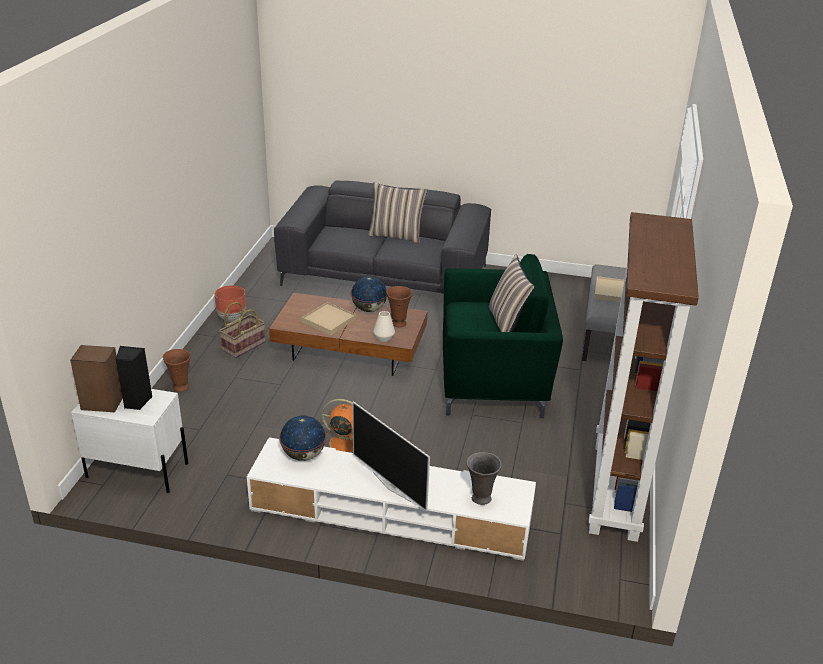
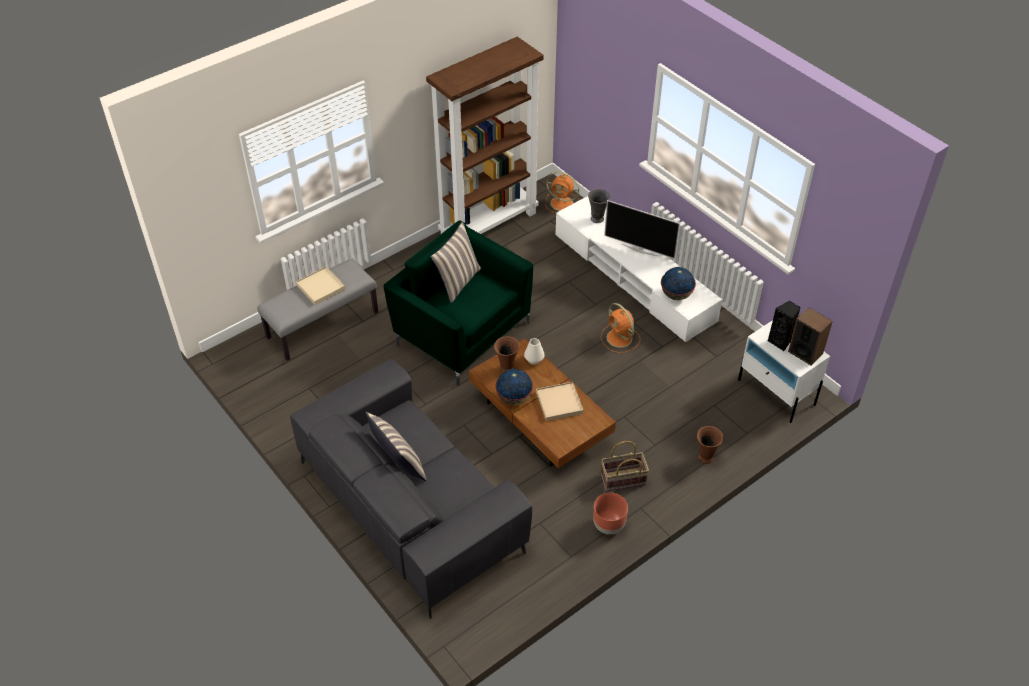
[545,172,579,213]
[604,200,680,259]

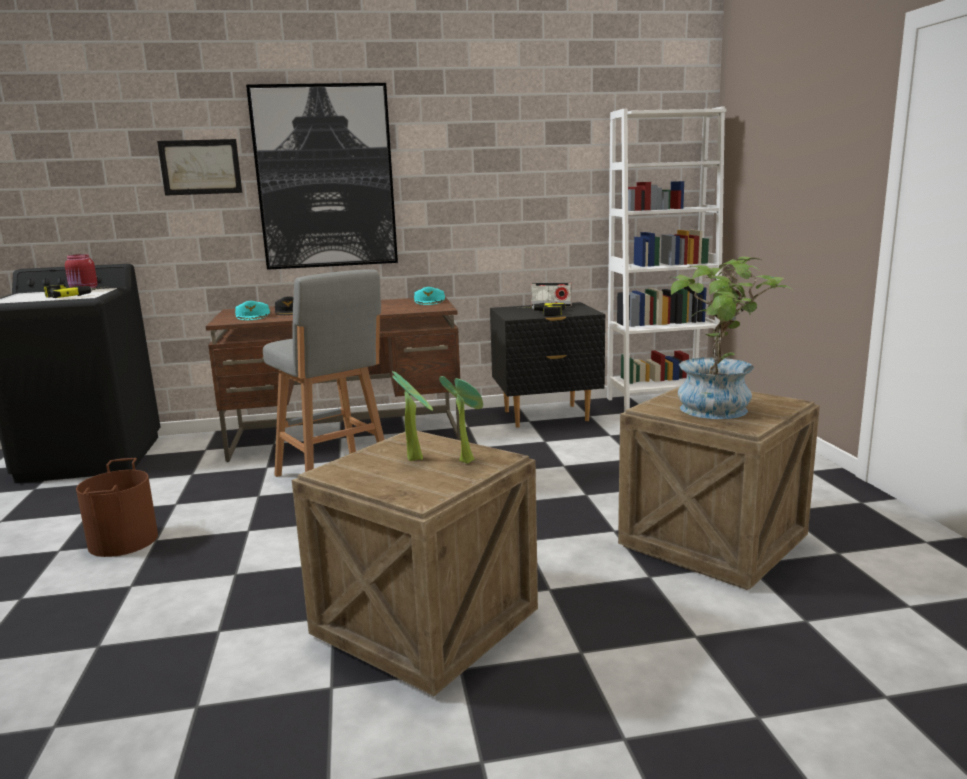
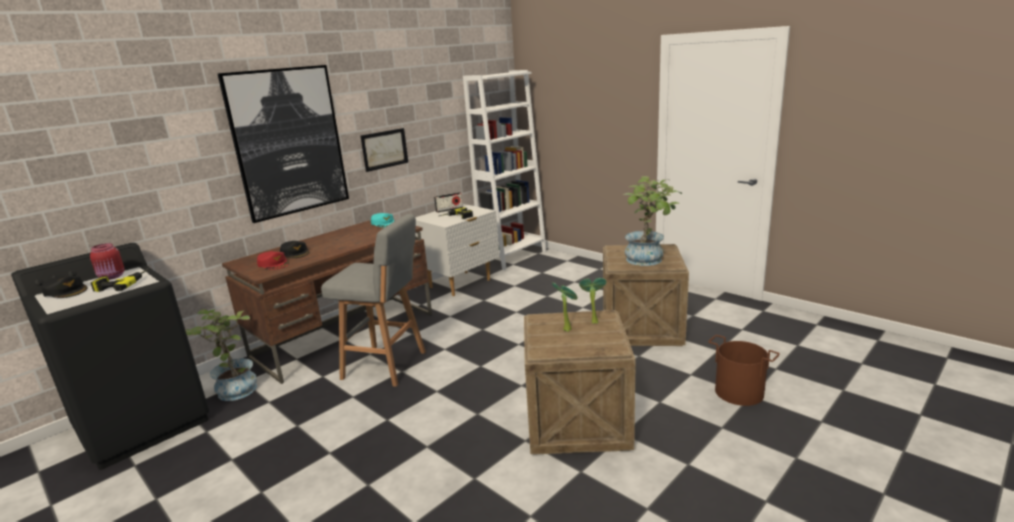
[42,276,87,298]
[185,309,257,401]
[708,335,780,406]
[361,128,408,172]
[257,251,289,269]
[415,204,499,296]

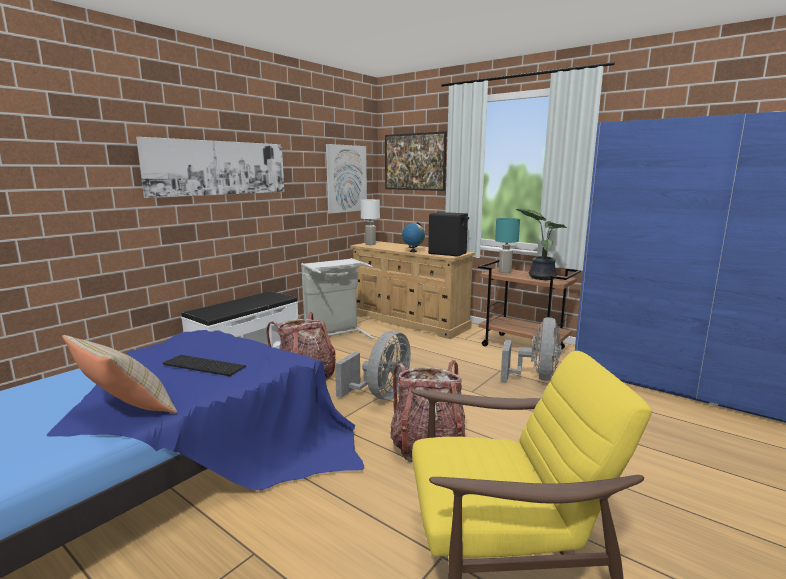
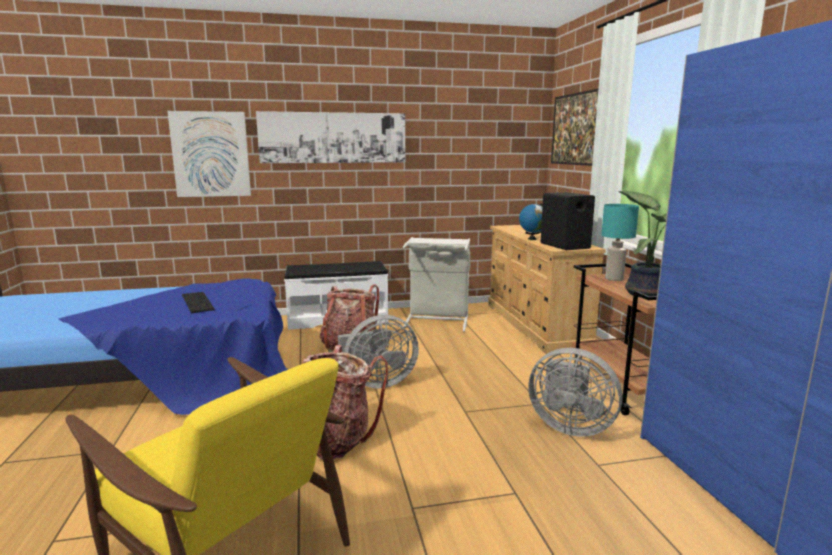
[62,335,178,413] (first image)
[360,199,380,245] (first image)
[167,111,251,197]
[528,348,622,437]

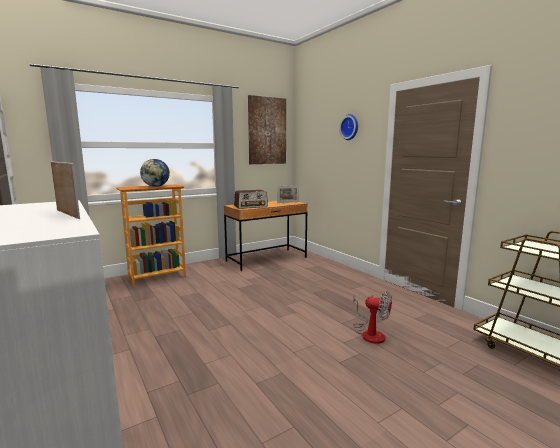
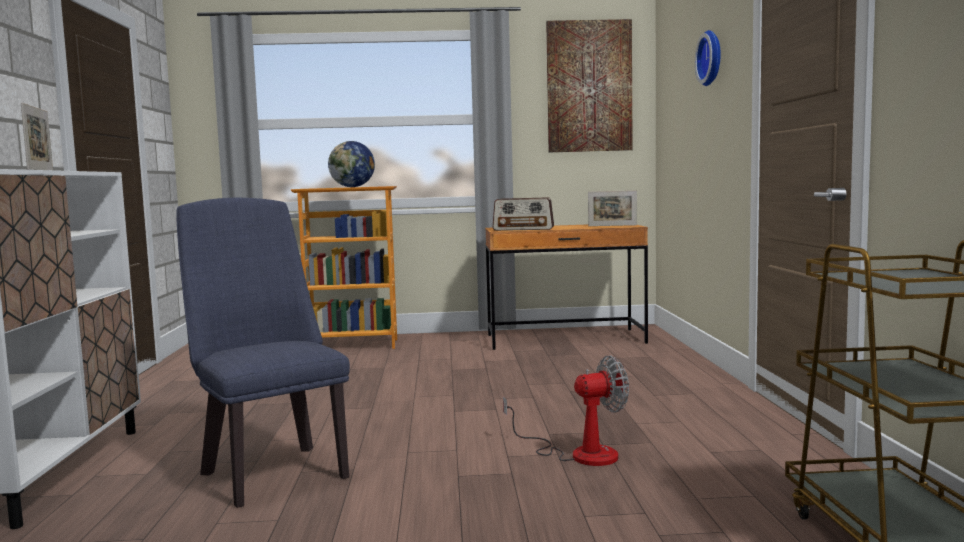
[176,198,350,508]
[503,355,629,466]

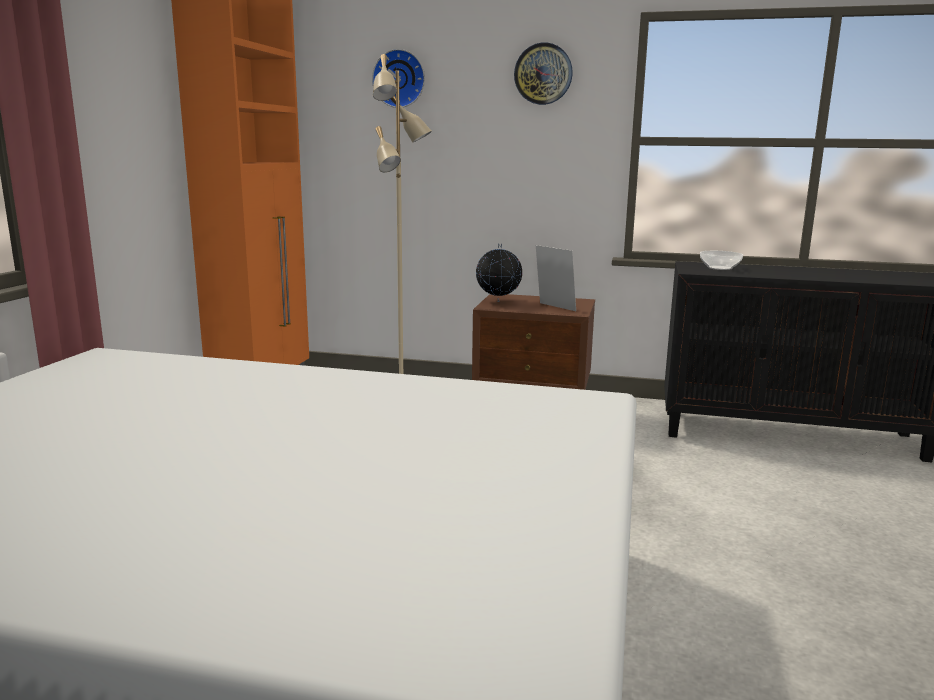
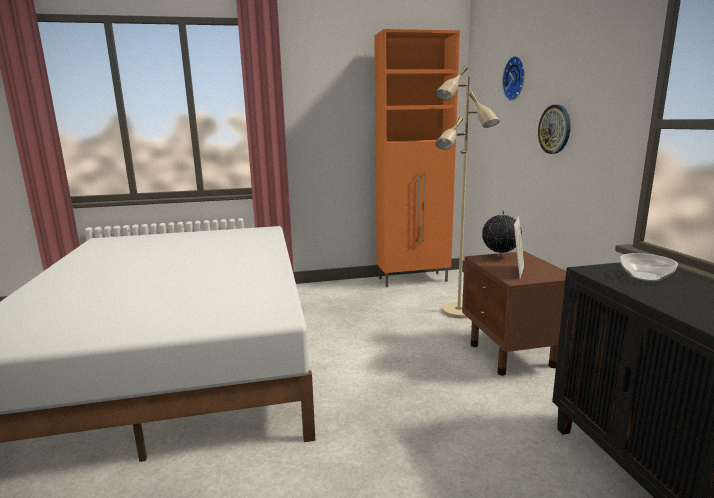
[538,105,571,154]

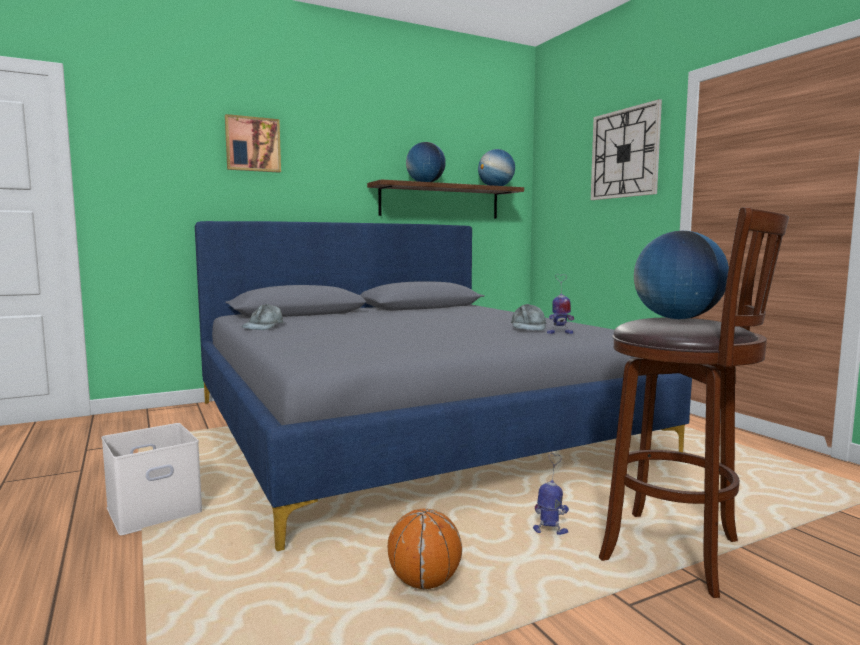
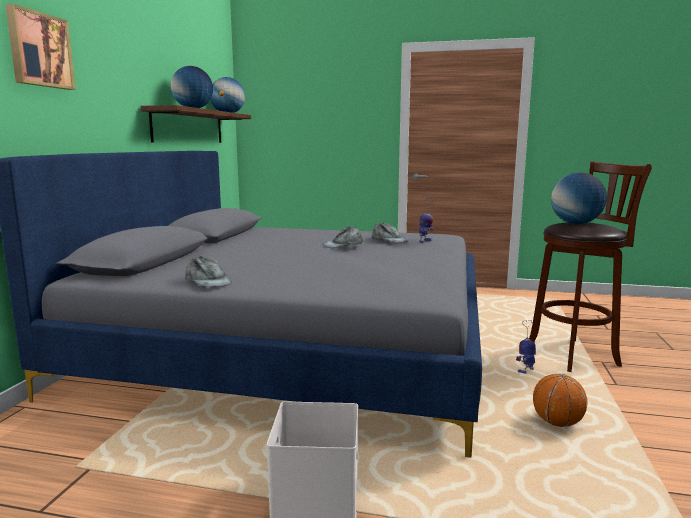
[591,99,662,200] (first image)
[323,226,363,248]

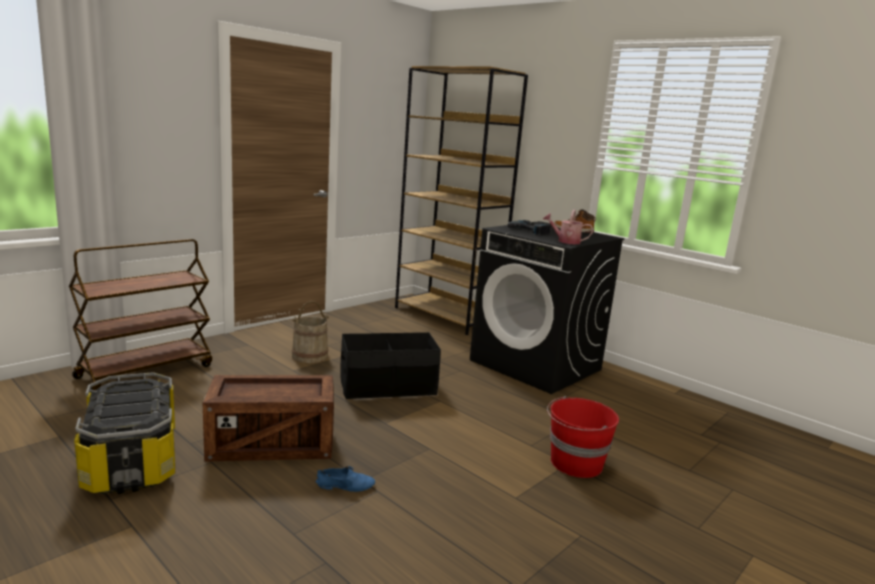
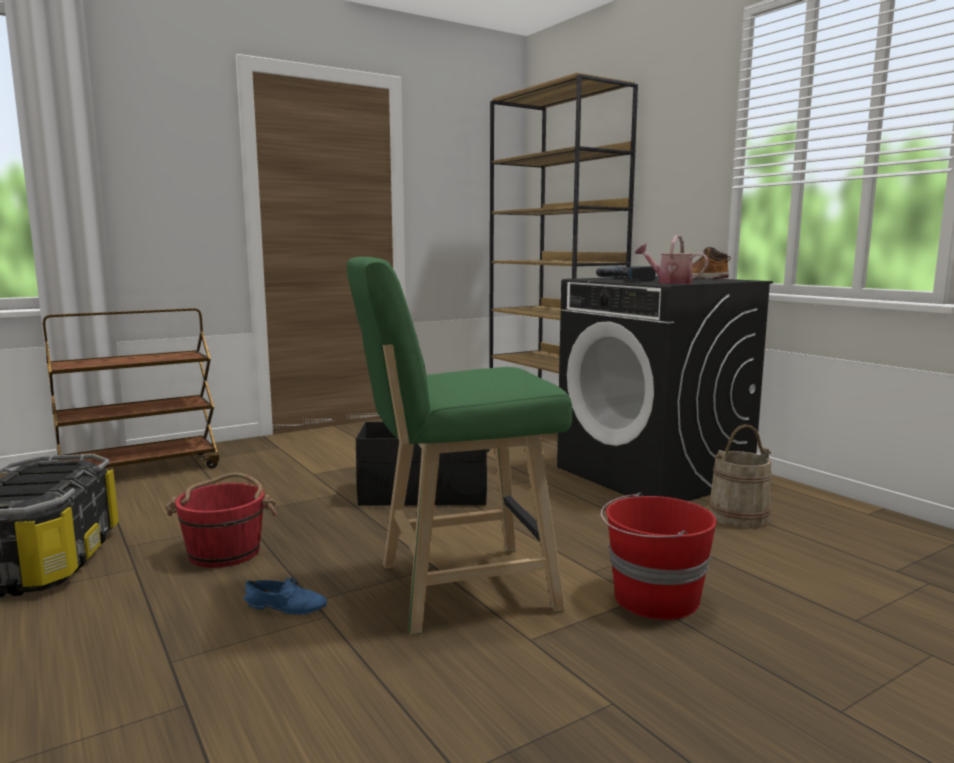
[347,257,573,635]
[708,424,772,529]
[166,473,277,568]

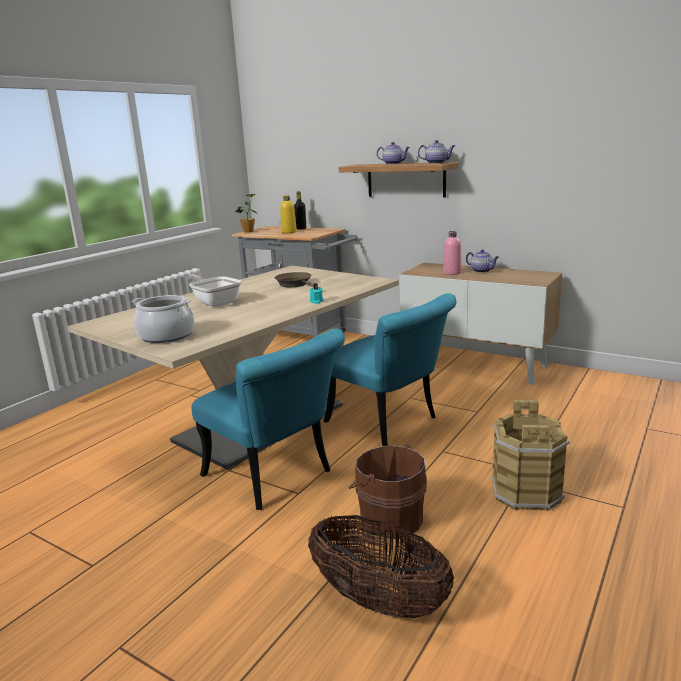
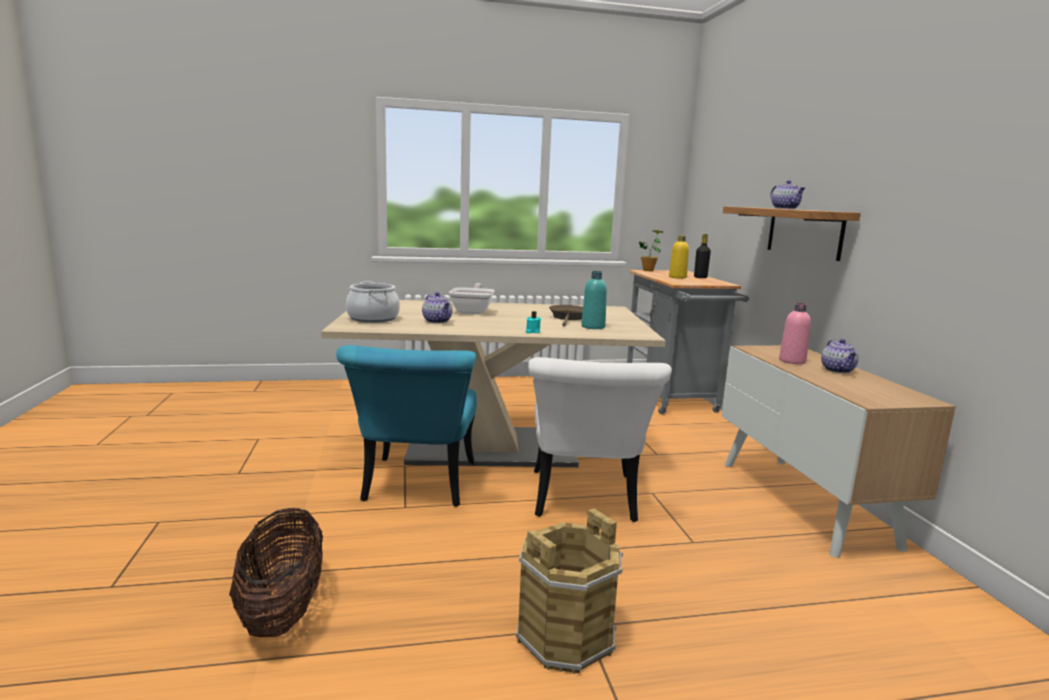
[349,444,427,539] (first image)
[581,271,607,329]
[422,292,453,323]
[528,357,672,522]

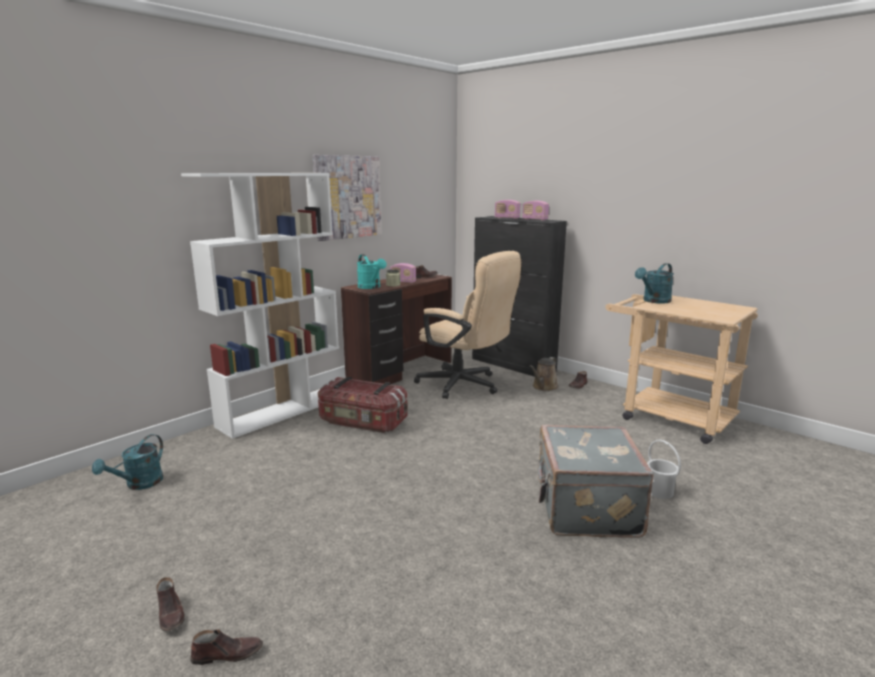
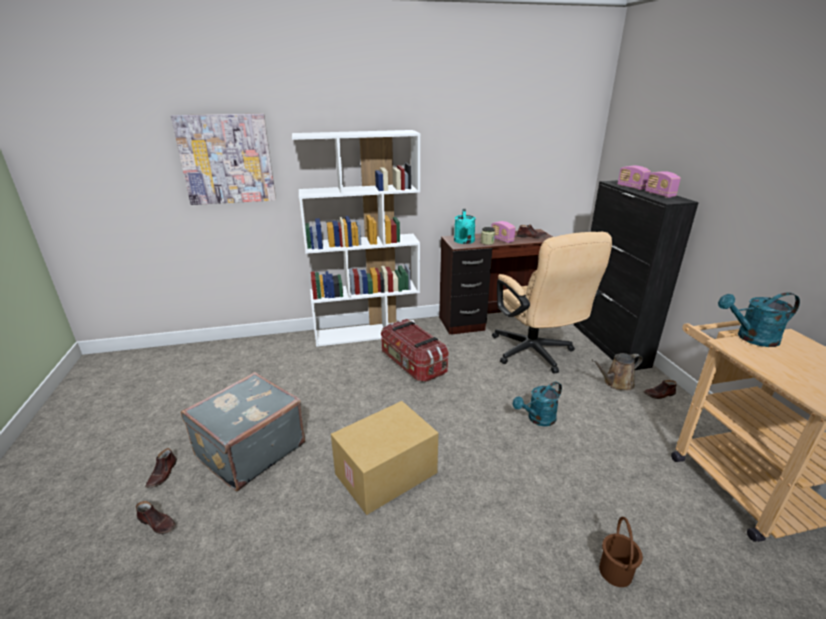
[331,401,438,515]
[513,382,562,426]
[171,114,276,205]
[181,372,305,491]
[599,517,643,587]

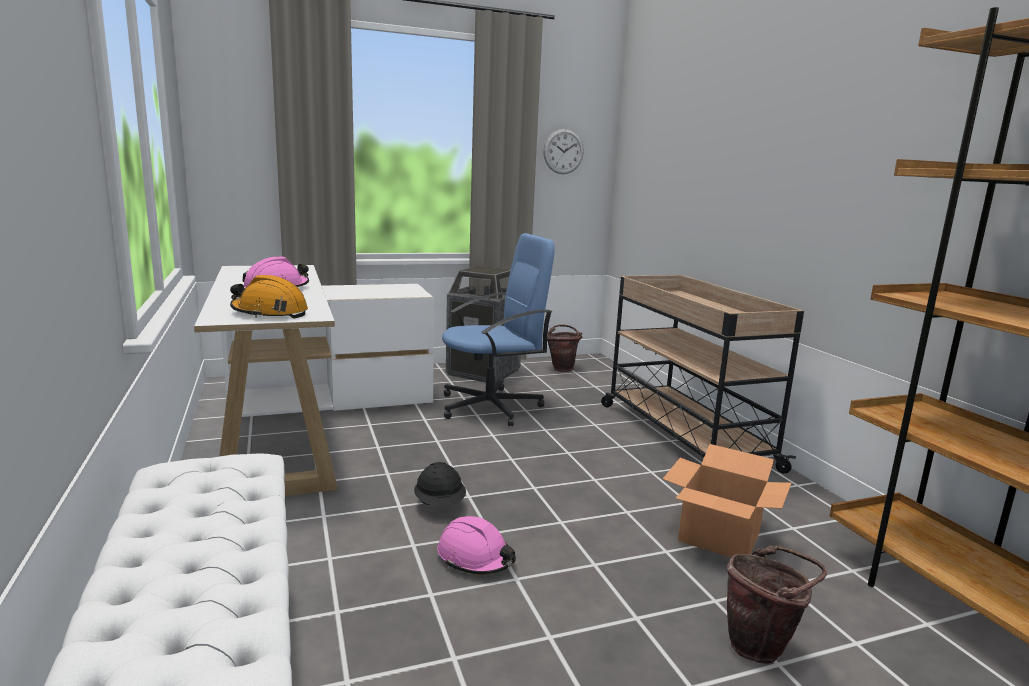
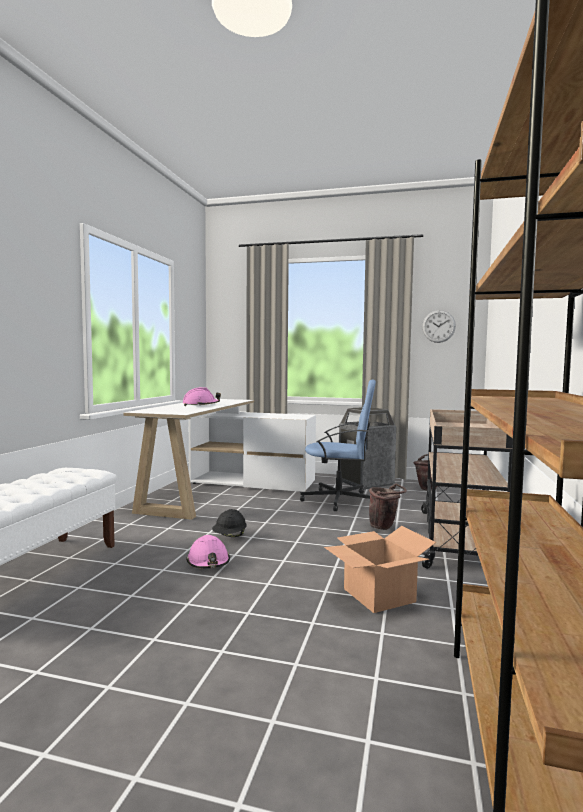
[230,275,308,319] (first image)
[369,484,407,530]

